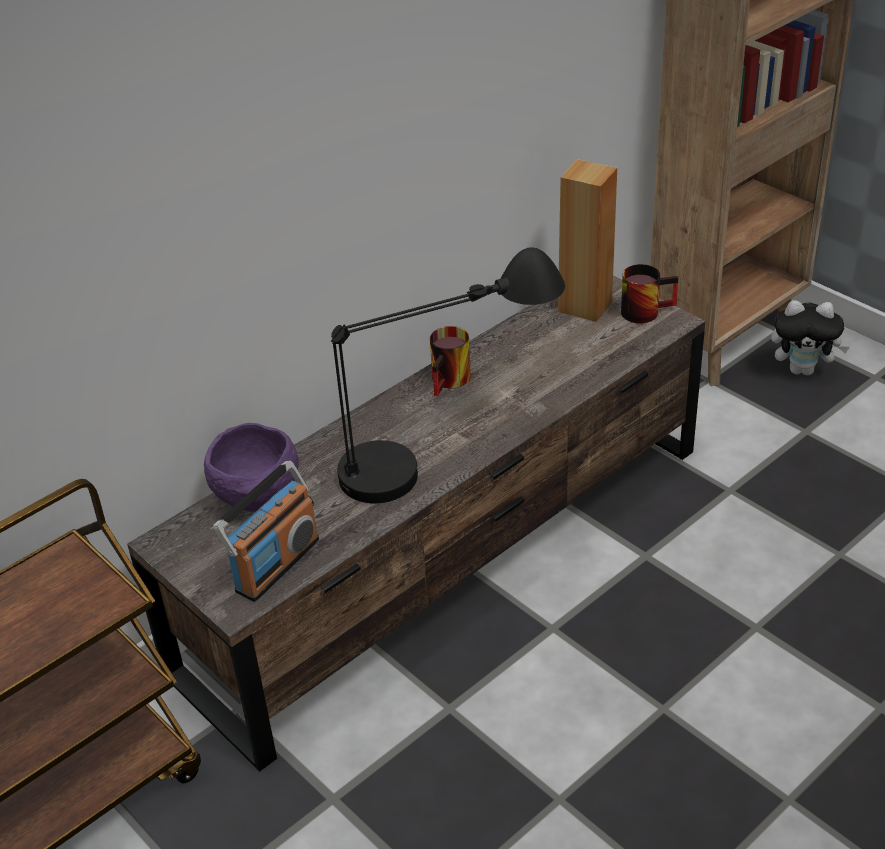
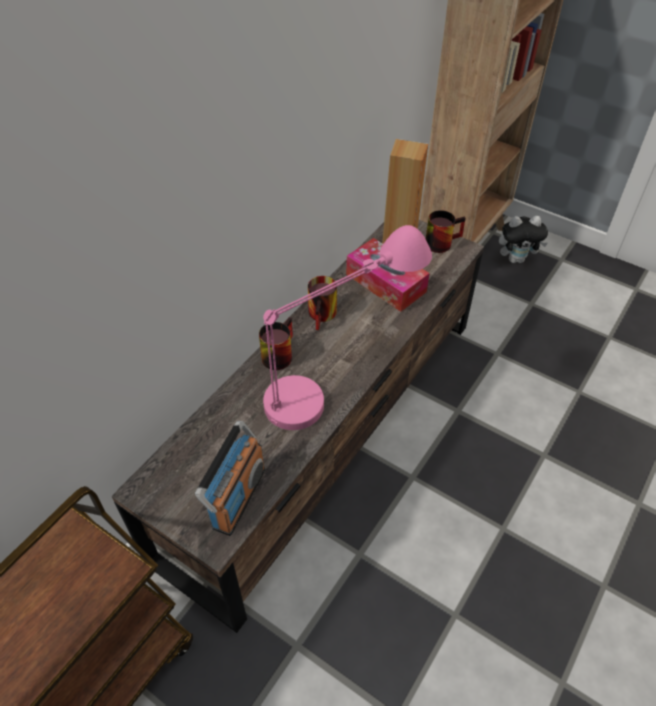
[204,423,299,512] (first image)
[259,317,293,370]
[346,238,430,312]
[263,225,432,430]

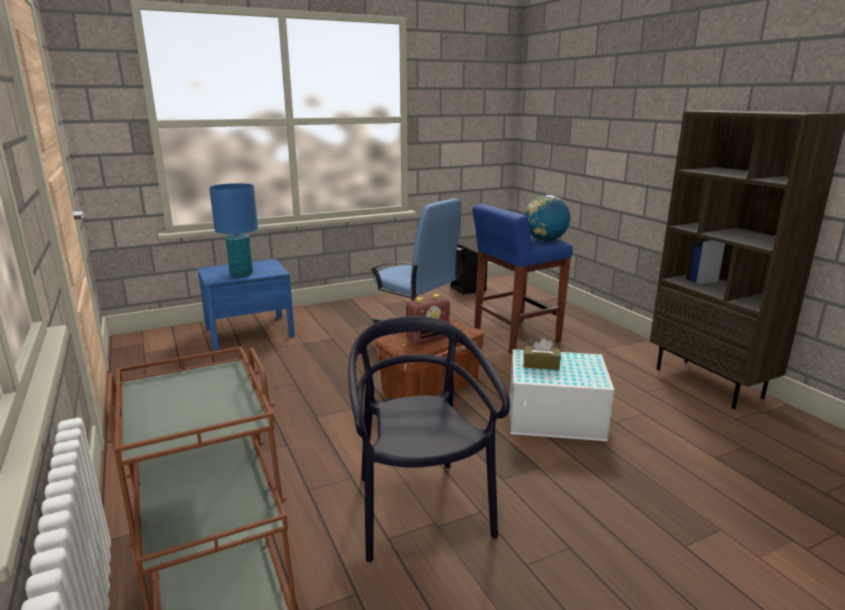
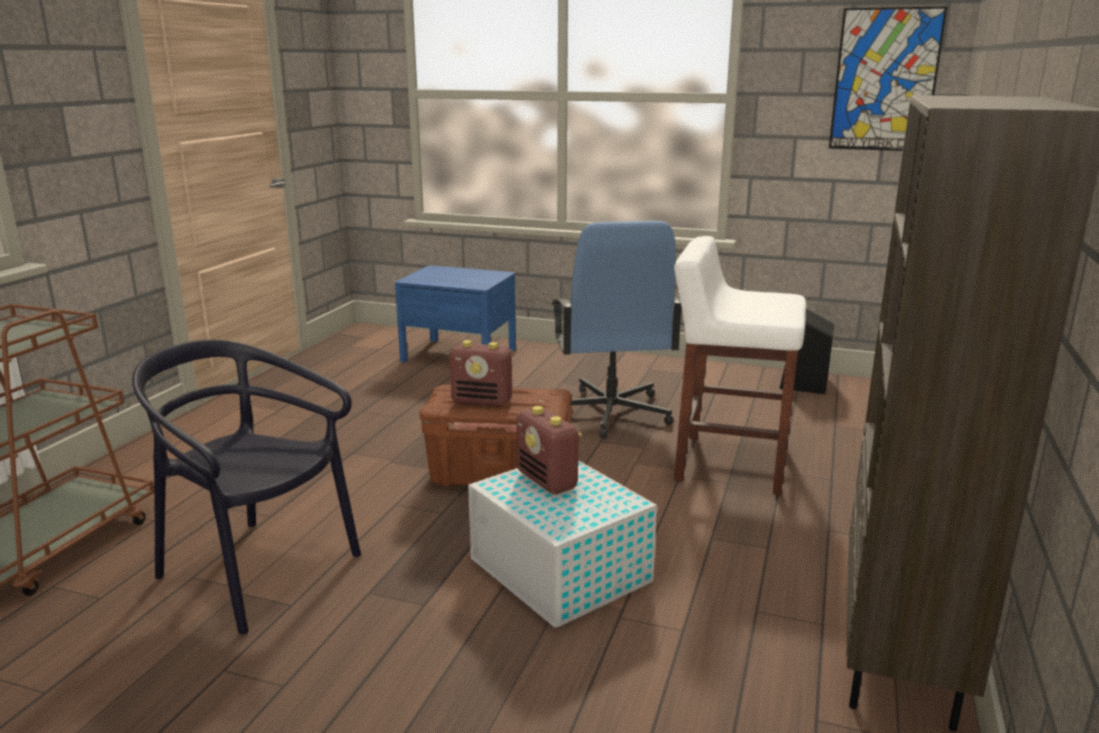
[209,183,258,277] (first image)
[524,195,570,241] (first image)
[829,6,948,151]
[516,406,581,494]
[674,236,806,495]
[132,340,361,635]

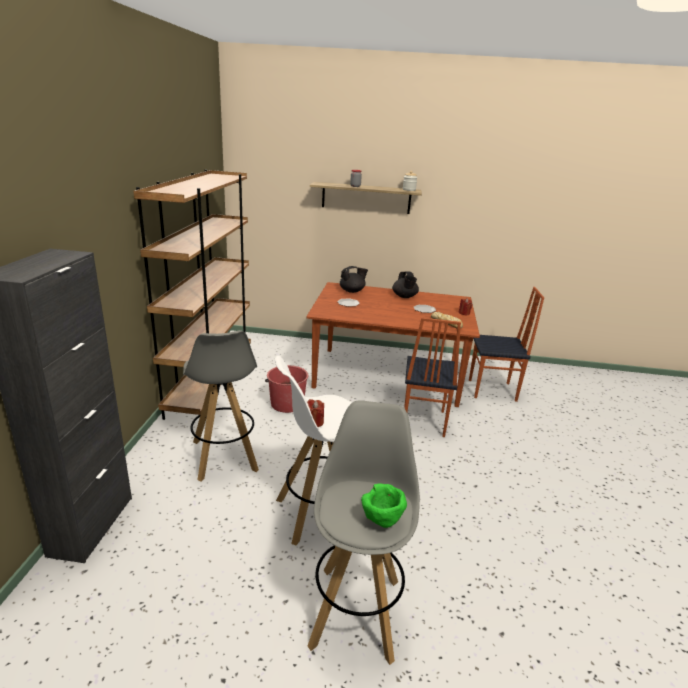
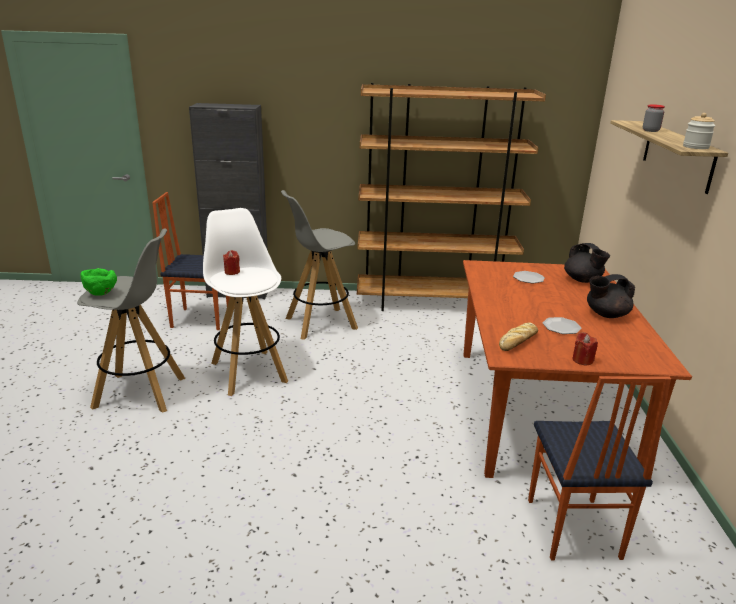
[265,365,308,413] (first image)
[152,192,230,330]

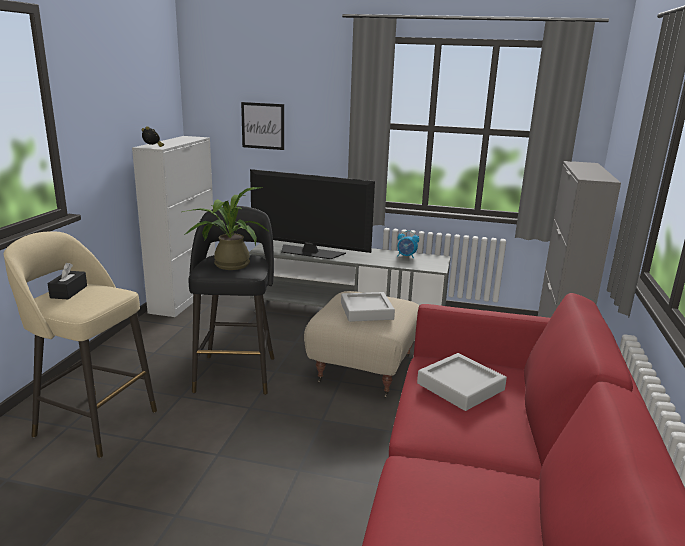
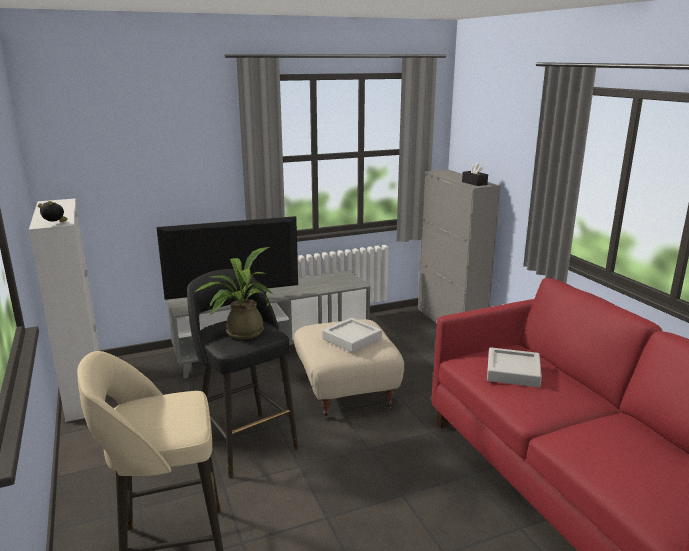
[241,102,284,150] (first image)
[398,231,419,259] (first image)
[462,163,488,186]

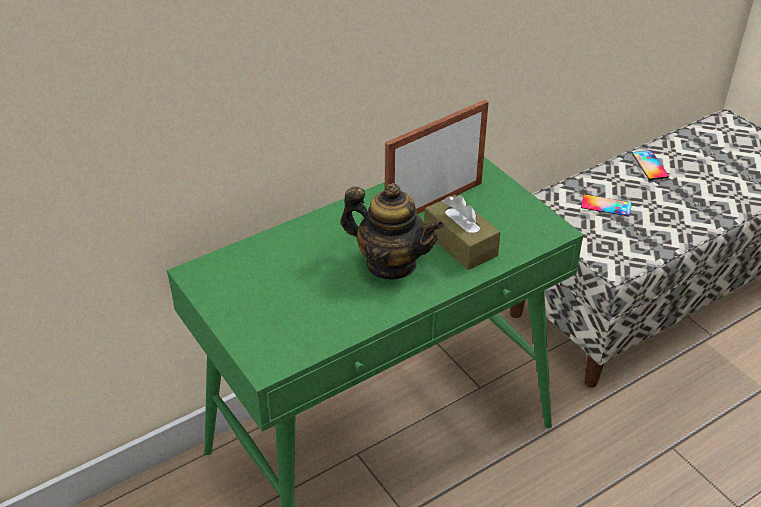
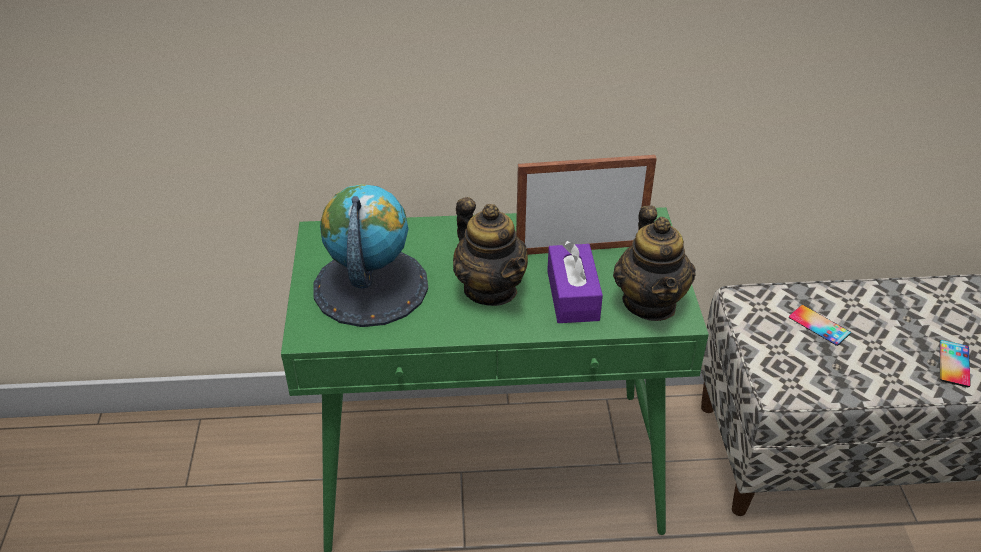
[314,184,428,327]
[613,205,696,321]
[940,340,971,387]
[547,241,603,323]

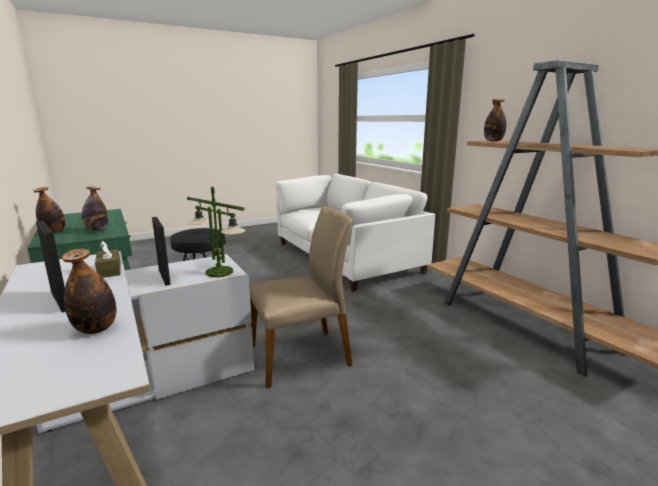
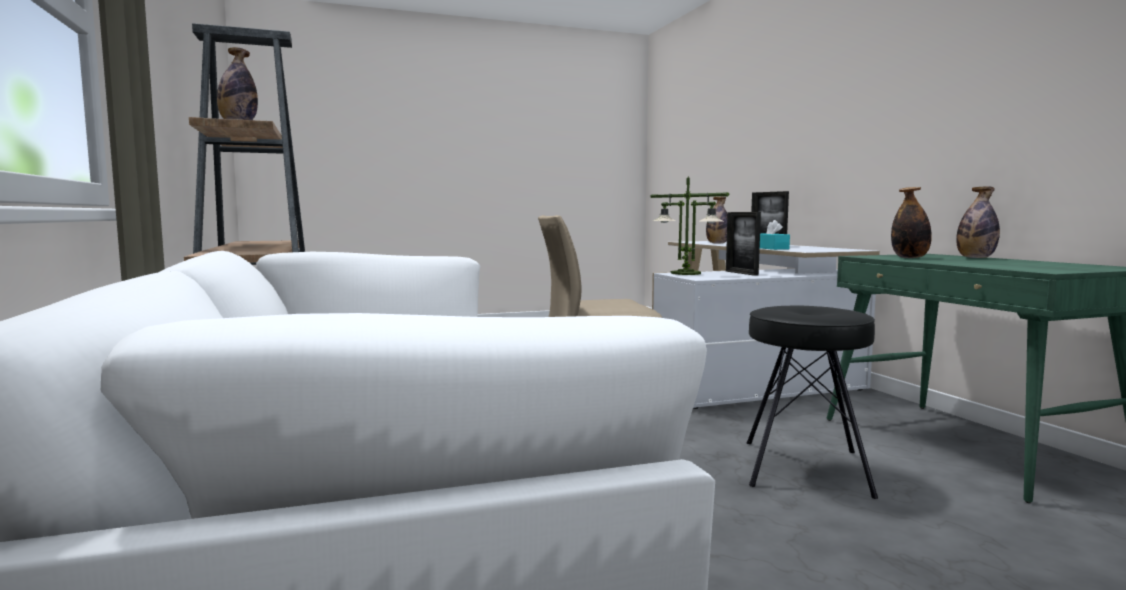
[760,220,790,250]

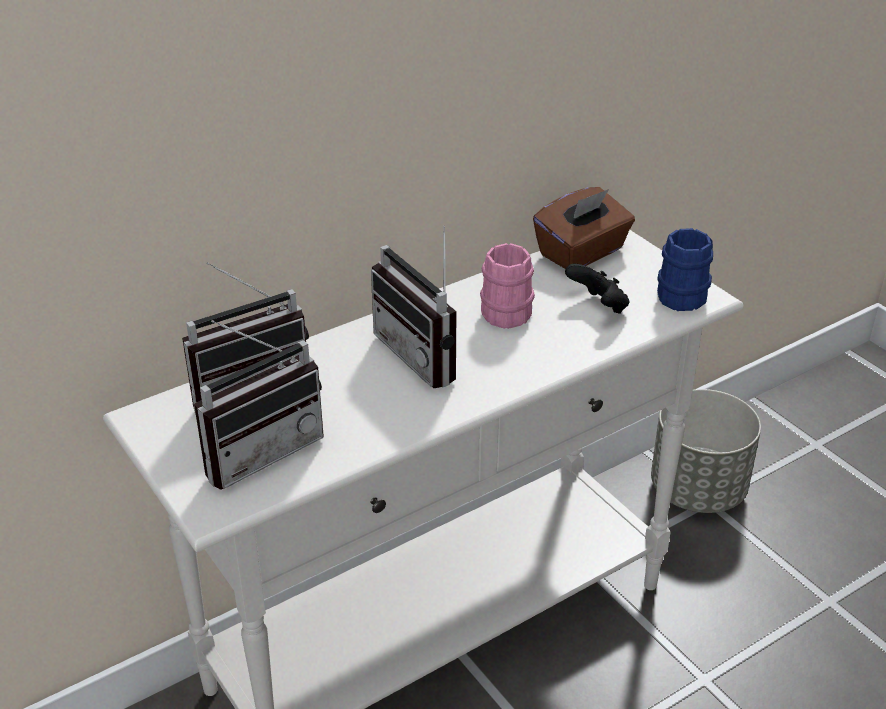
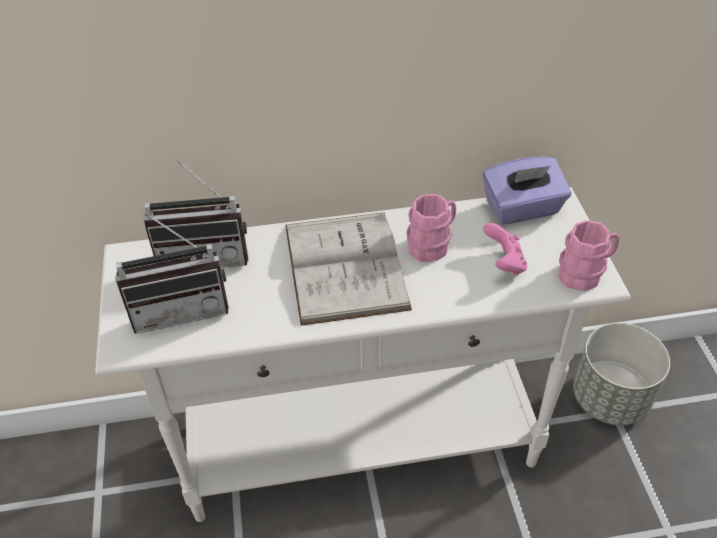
[285,212,412,326]
[483,156,571,225]
[483,223,527,275]
[558,220,619,291]

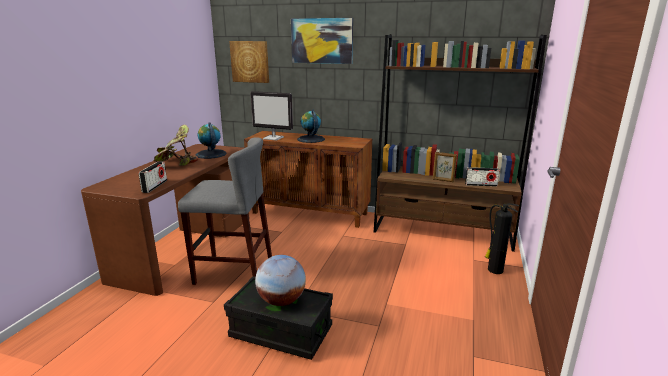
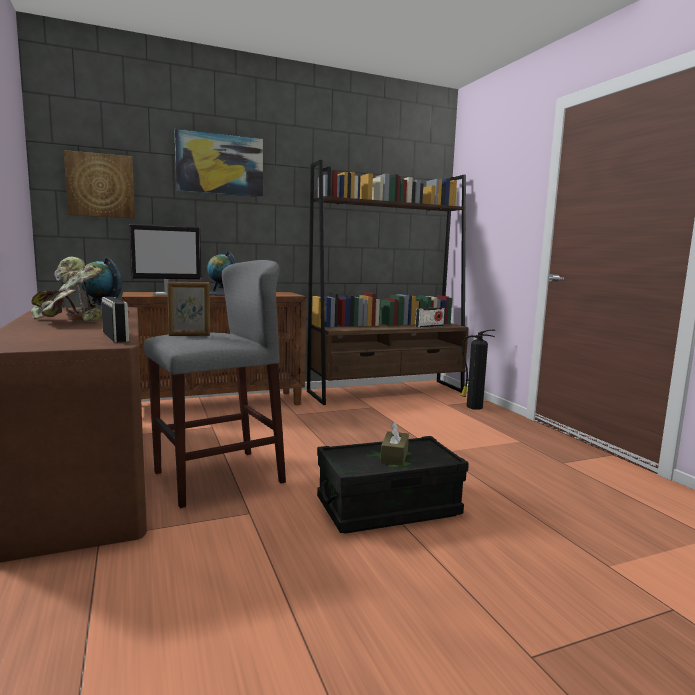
[167,281,210,336]
[380,422,409,466]

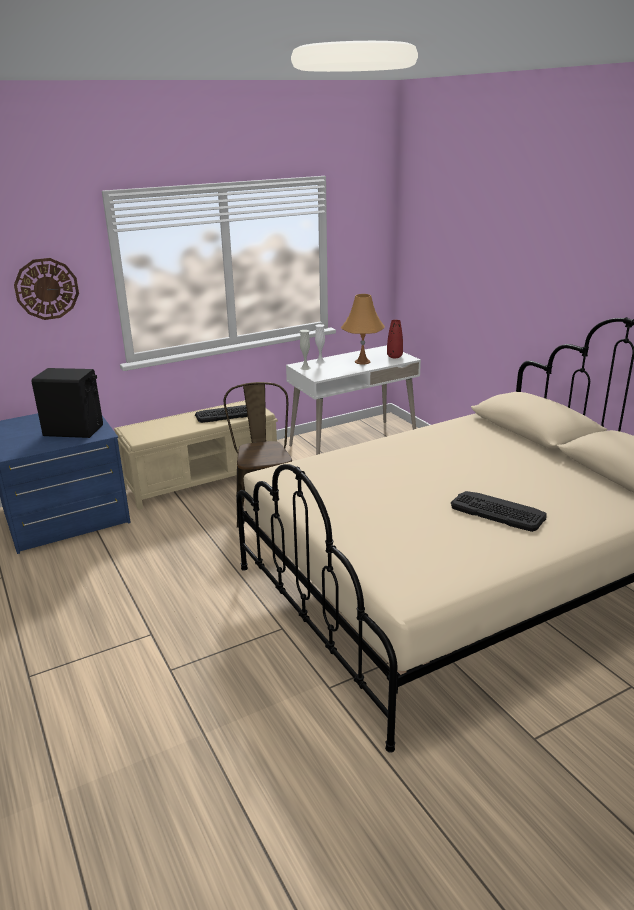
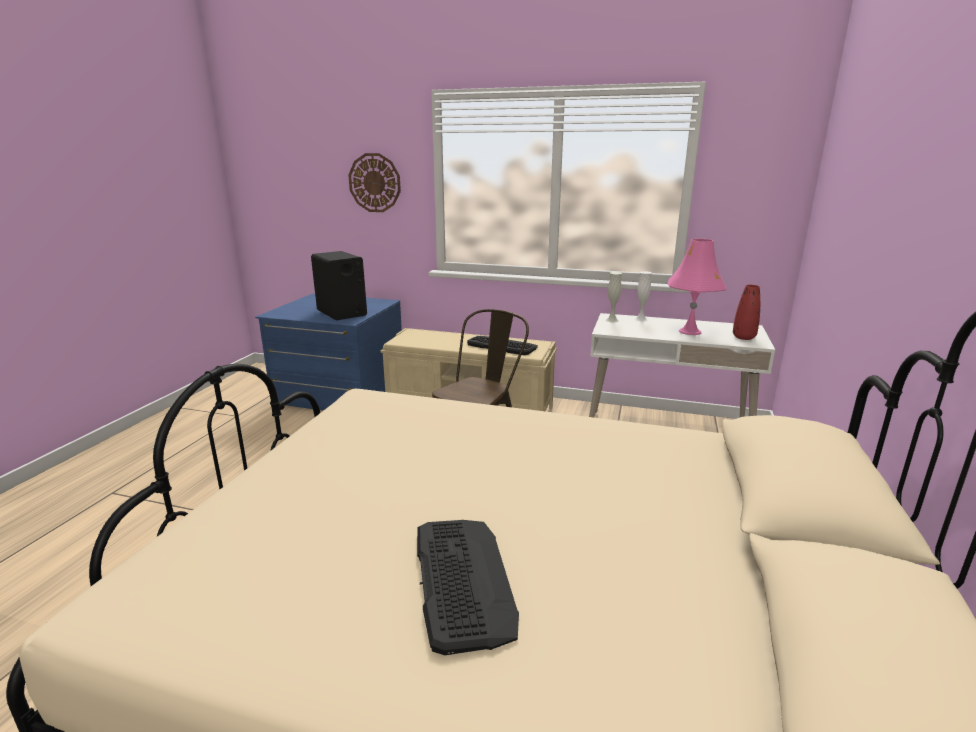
[668,239,726,335]

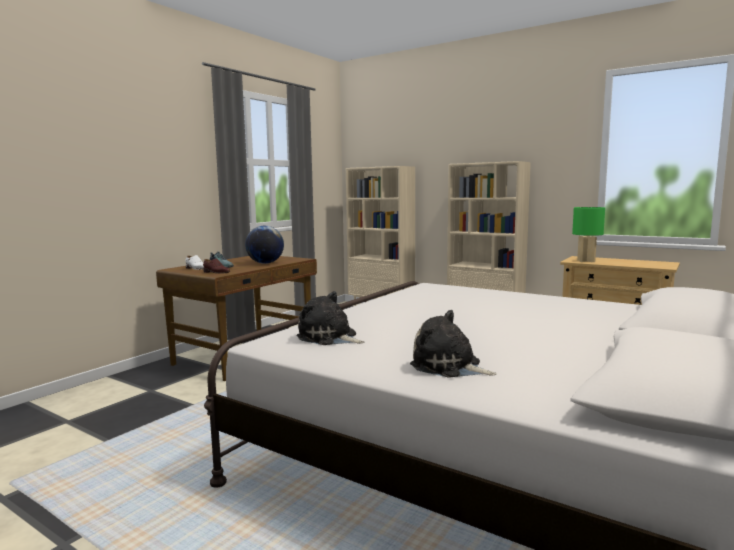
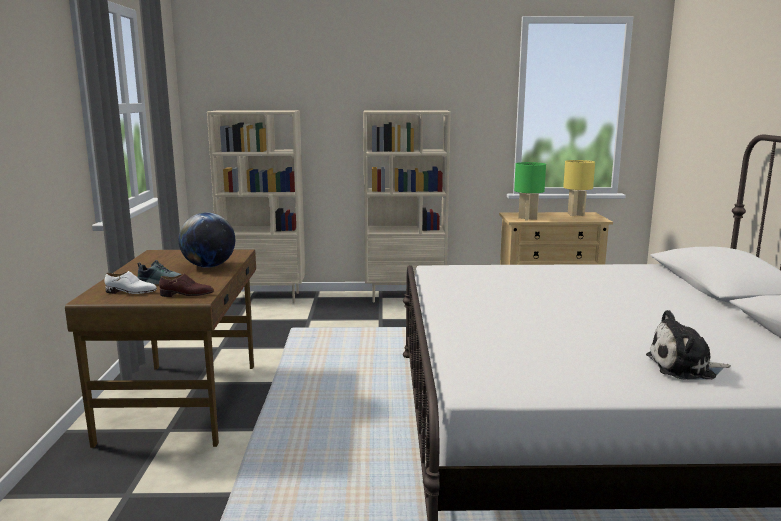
[296,291,364,345] (first image)
[563,160,595,216]

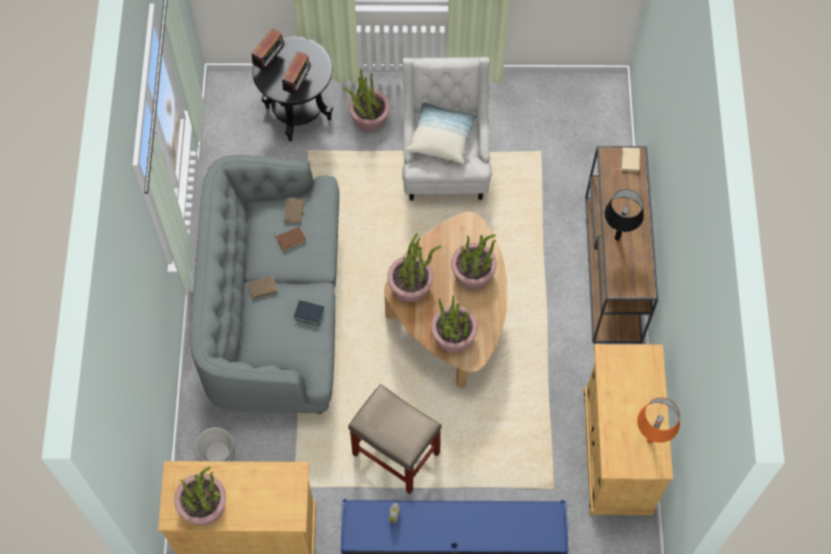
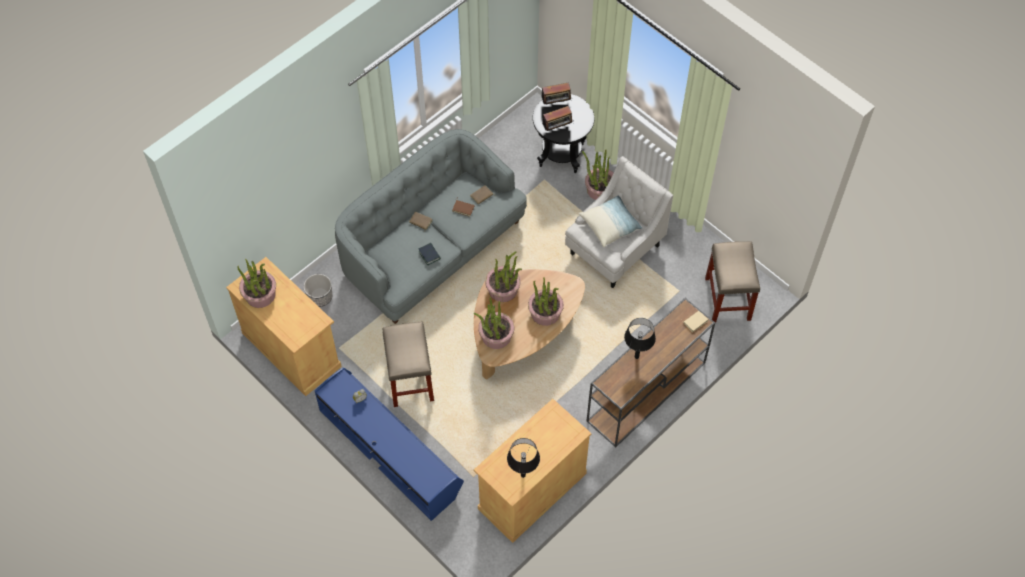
[705,241,760,323]
[507,438,540,478]

